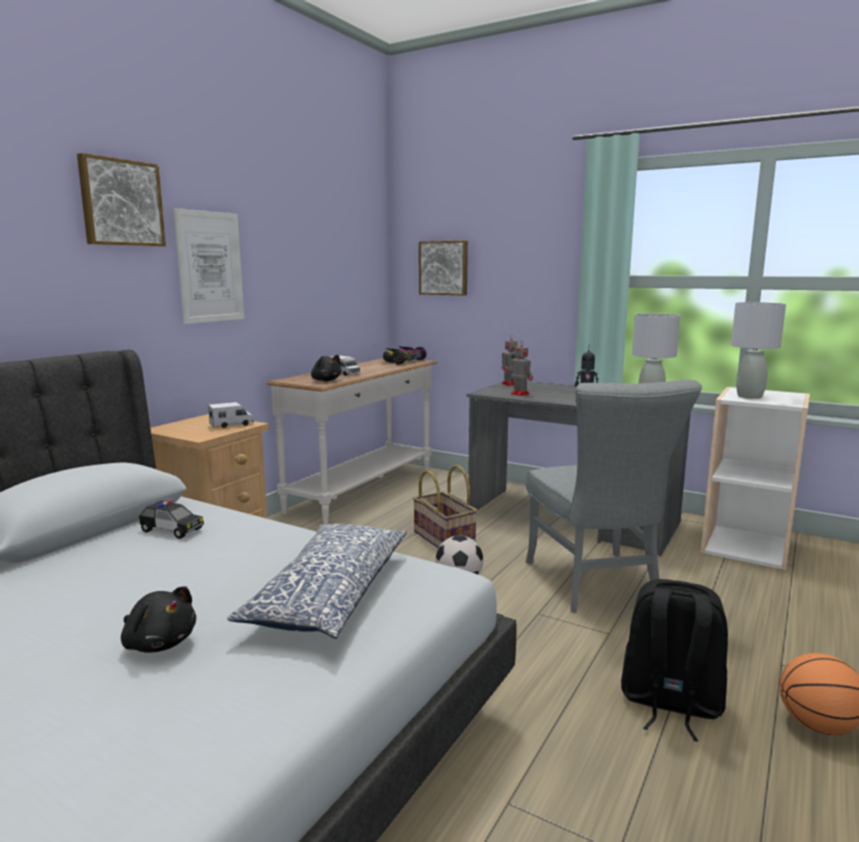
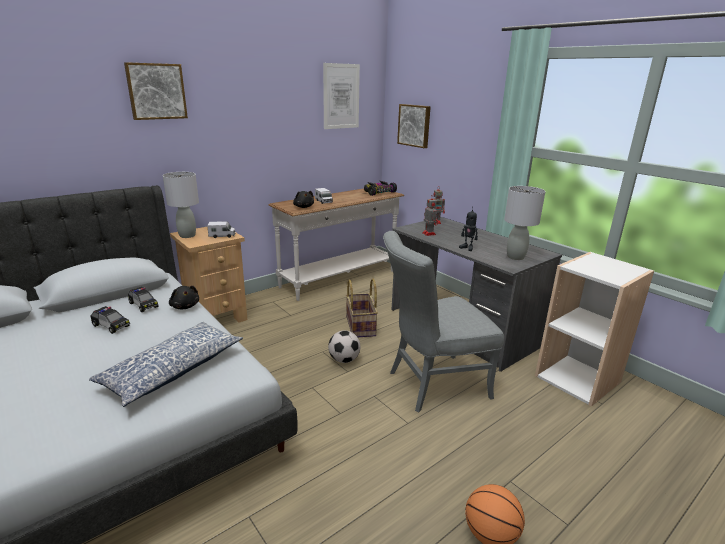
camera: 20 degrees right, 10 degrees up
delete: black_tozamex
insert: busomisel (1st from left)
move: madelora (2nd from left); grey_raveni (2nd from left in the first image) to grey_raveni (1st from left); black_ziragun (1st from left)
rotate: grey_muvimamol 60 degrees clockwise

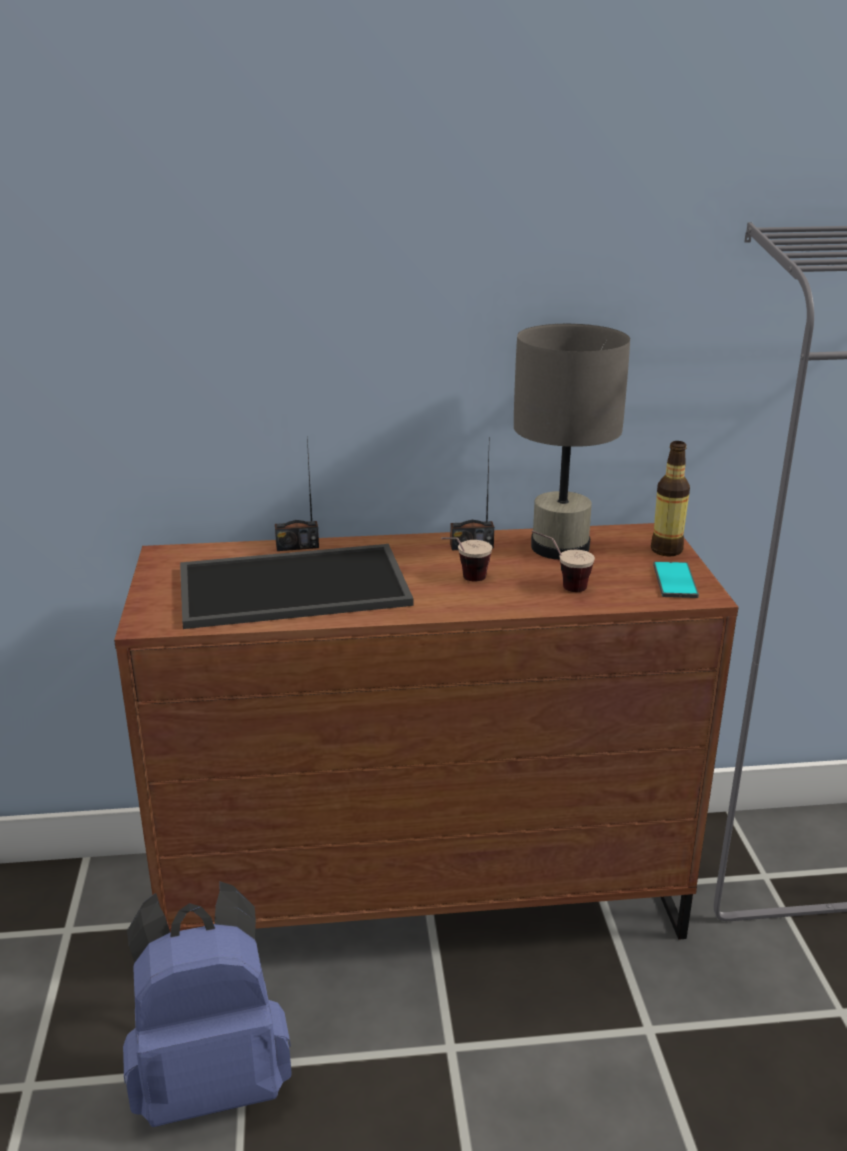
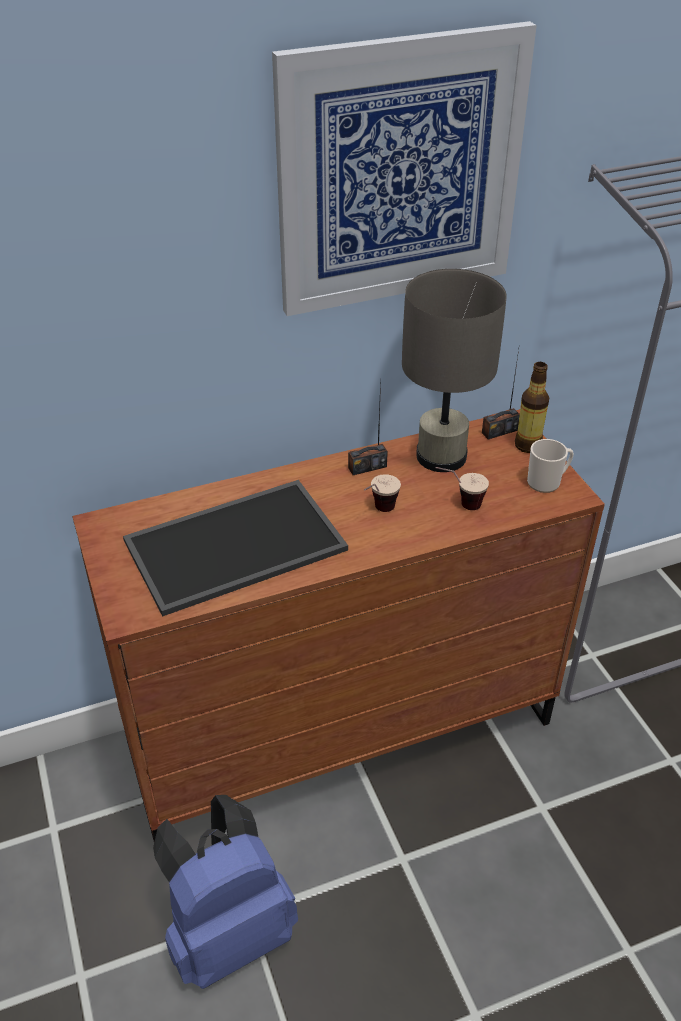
camera: 15 degrees left, 15 degrees up
insert: madelora
move: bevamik (1st from left in the first image) to bevamik (2nd from left)
replace: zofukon to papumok

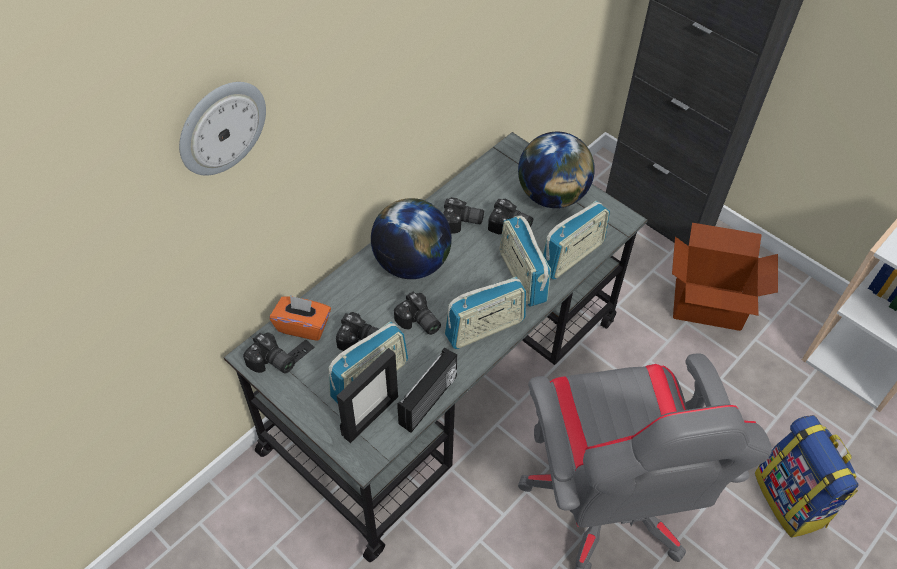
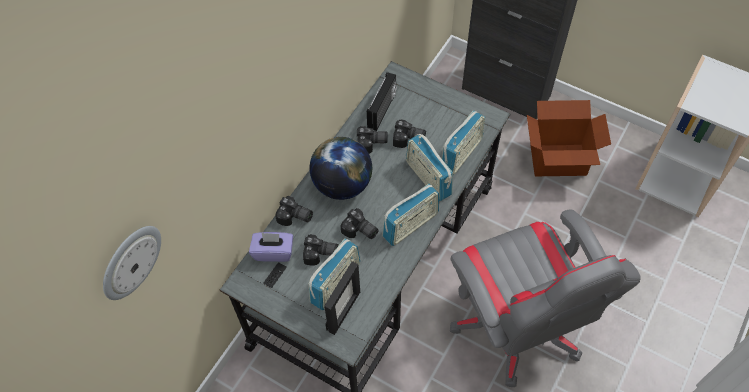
camera: 10 degrees left, 5 degrees up
delete: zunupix (2nd from left); tozamex
move: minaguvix; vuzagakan (1st from left); bevamik (2nd from left)
recolor: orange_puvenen to purple_puvenen

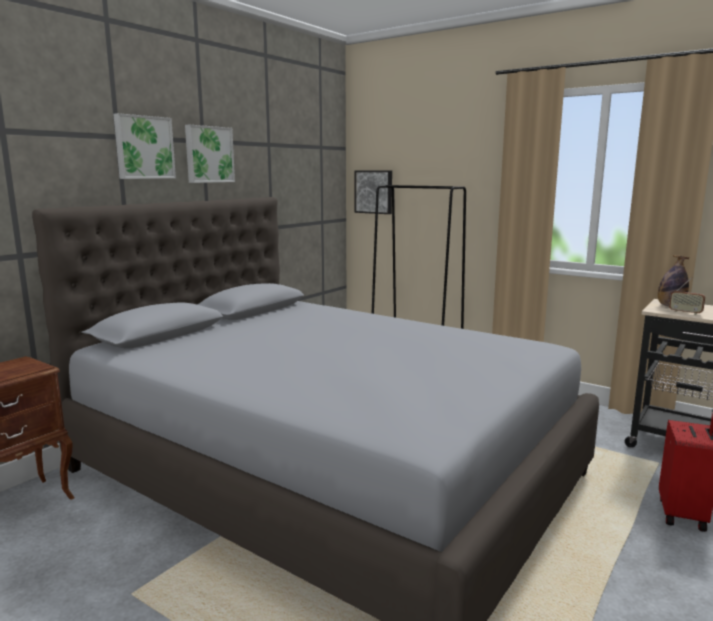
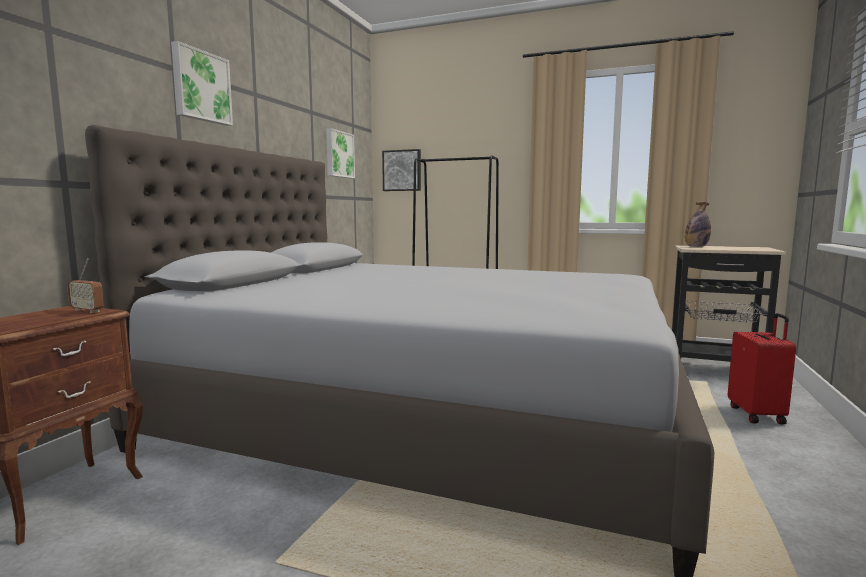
camera: 15 degrees left, 5 degrees down
move: madelora (2nd from left); bevamik

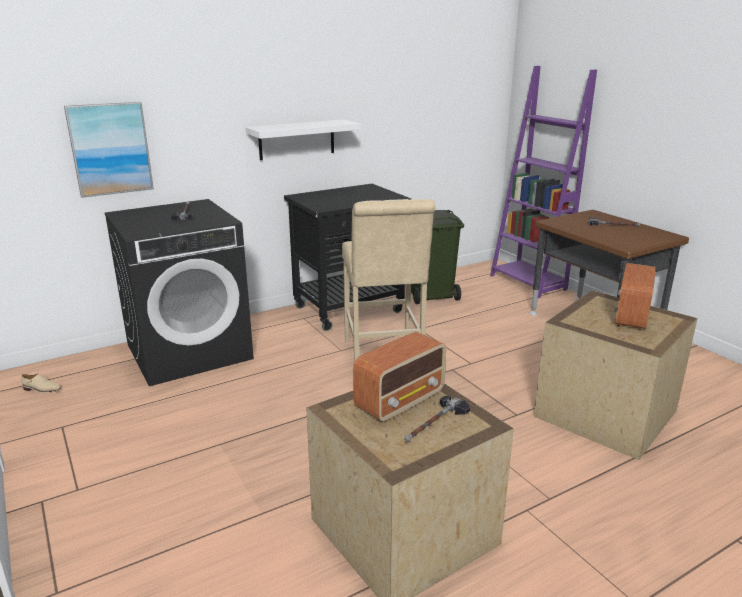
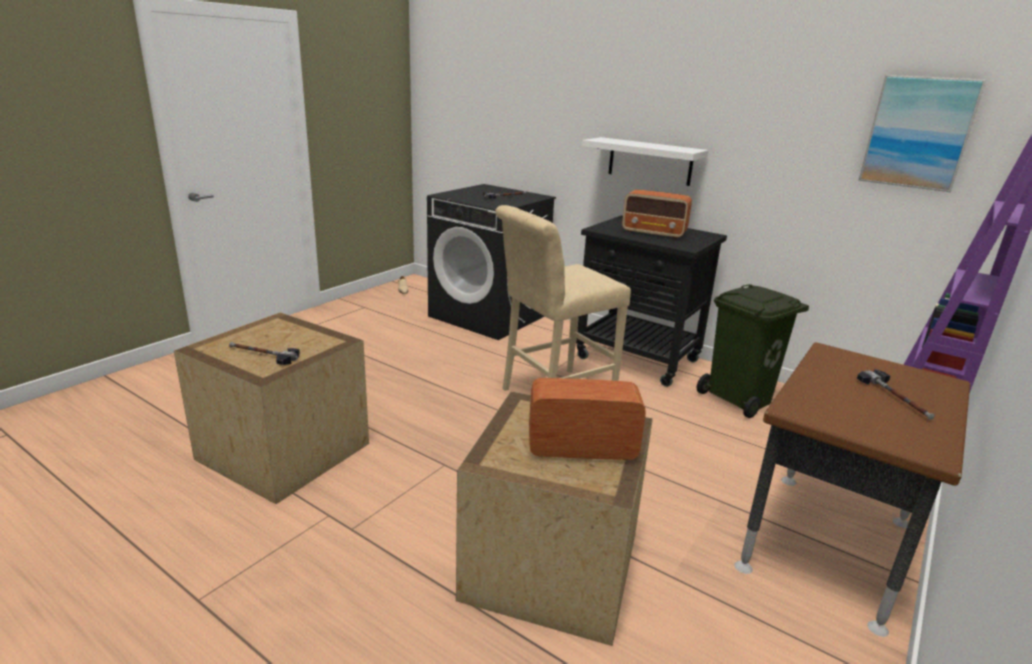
camera: 65 degrees right, 0 degrees up
move: madelora; bevamik (1st from left in the first image) to bevamik (2nd from left)

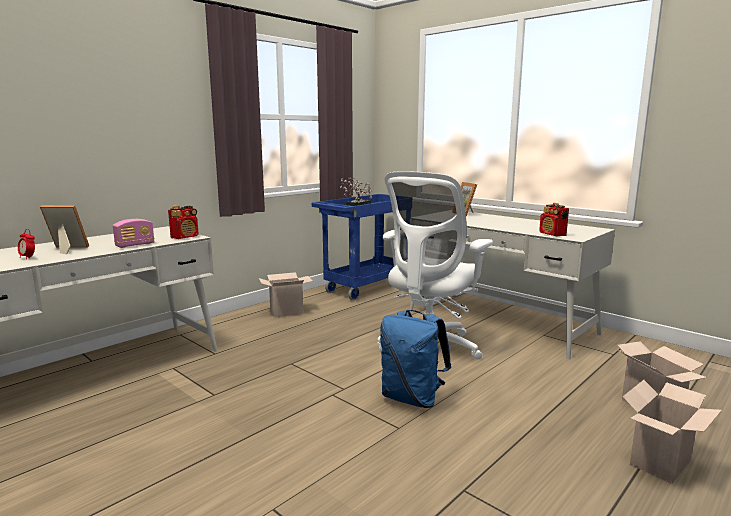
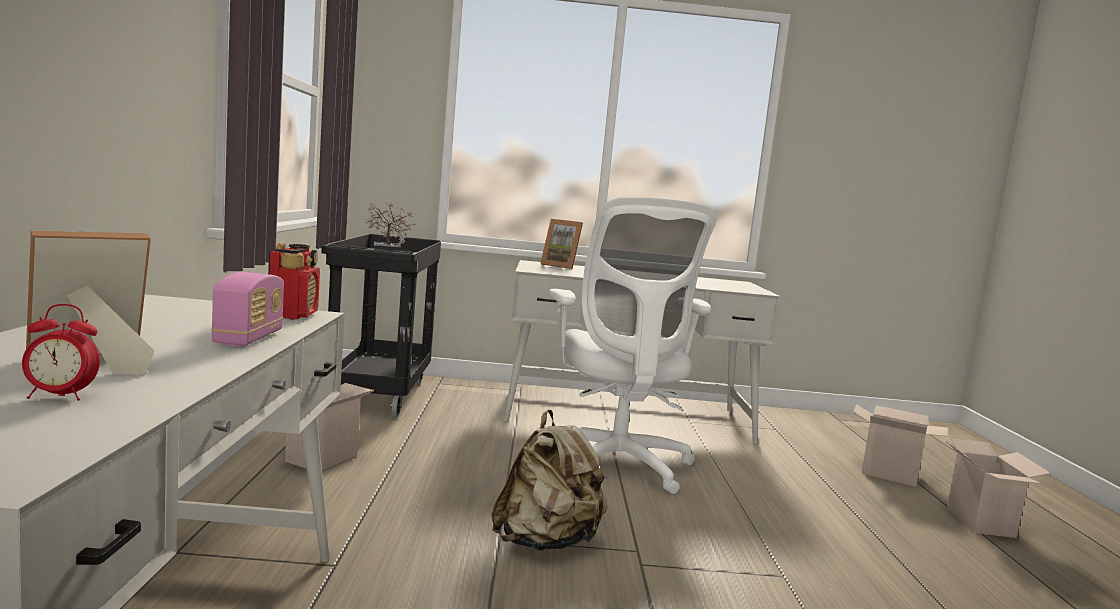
camera: 45 degrees left, 5 degrees down
delete: bevamik (3rd from left); blue_tozamex
insert: beige_tozamex
recolor: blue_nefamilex to black_nefamilex

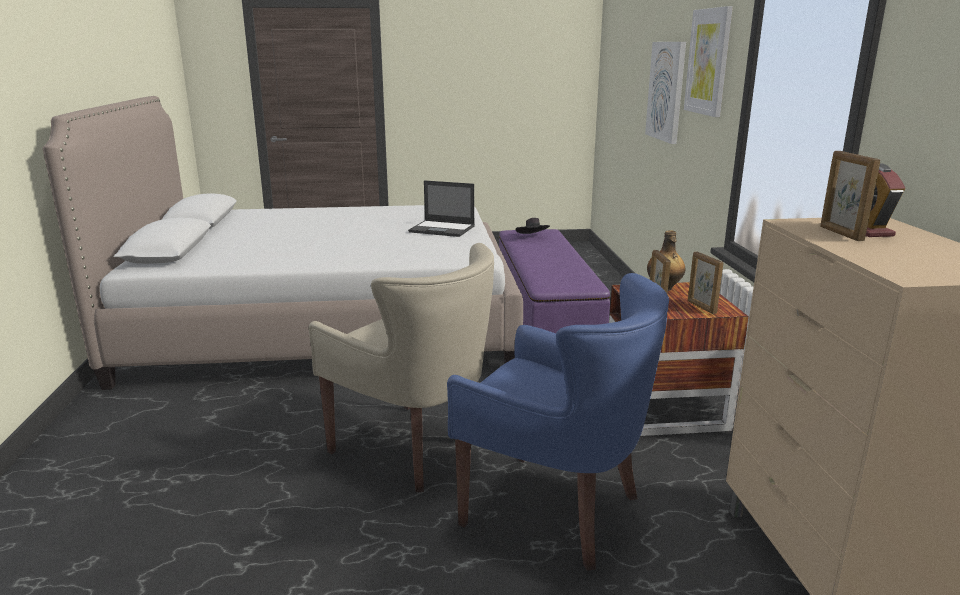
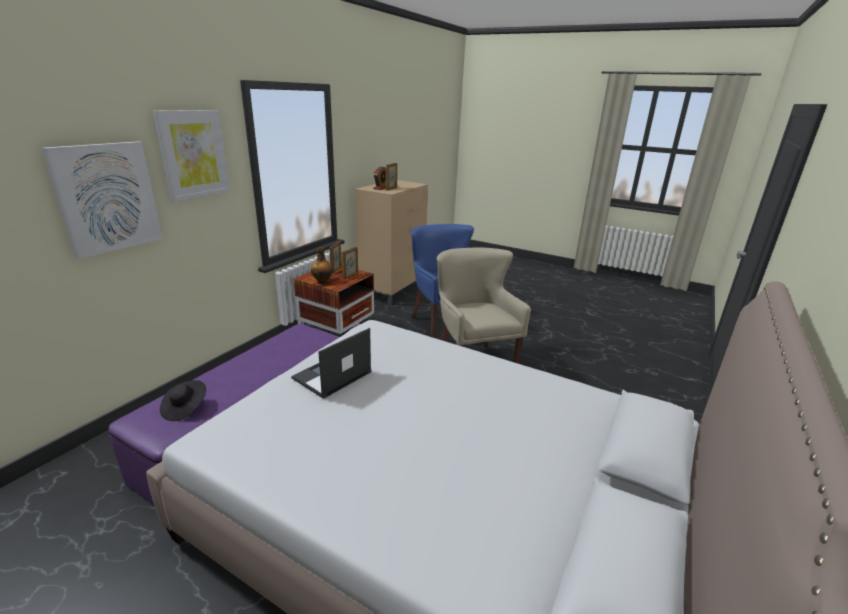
camera: 145 degrees left, 5 degrees up
rotate: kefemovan 105 degrees counterclockwise

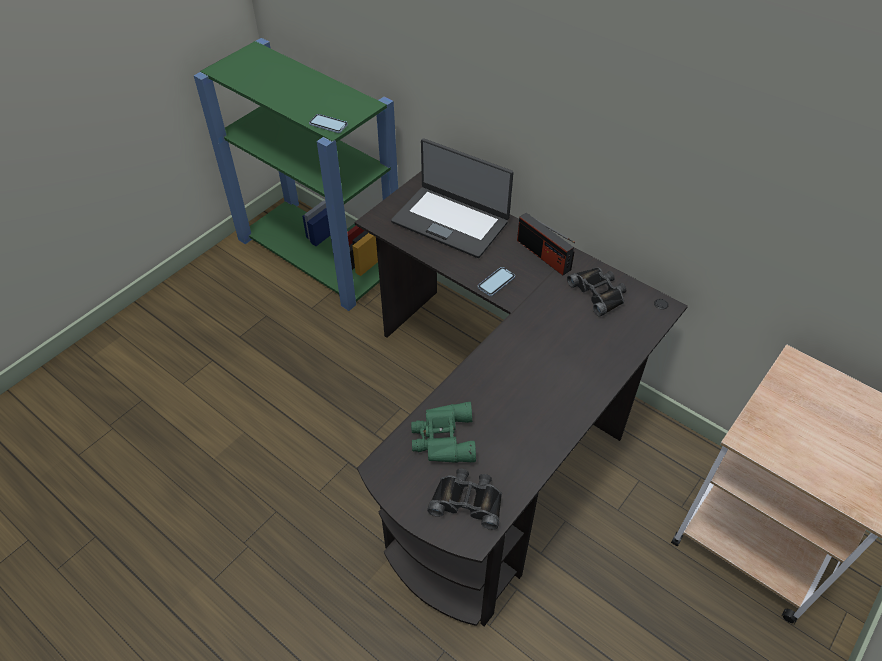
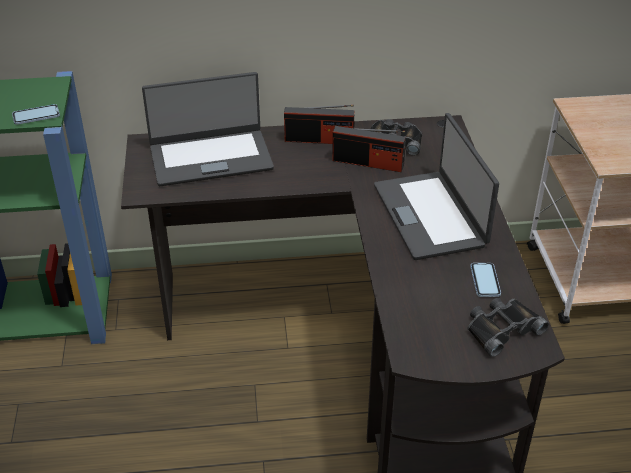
camera: 45 degrees left, 10 degrees down
delete: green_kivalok
insert: kefemovan (2nd from left); bevamik (2nd from left)
move: zofukon (2nd from left)

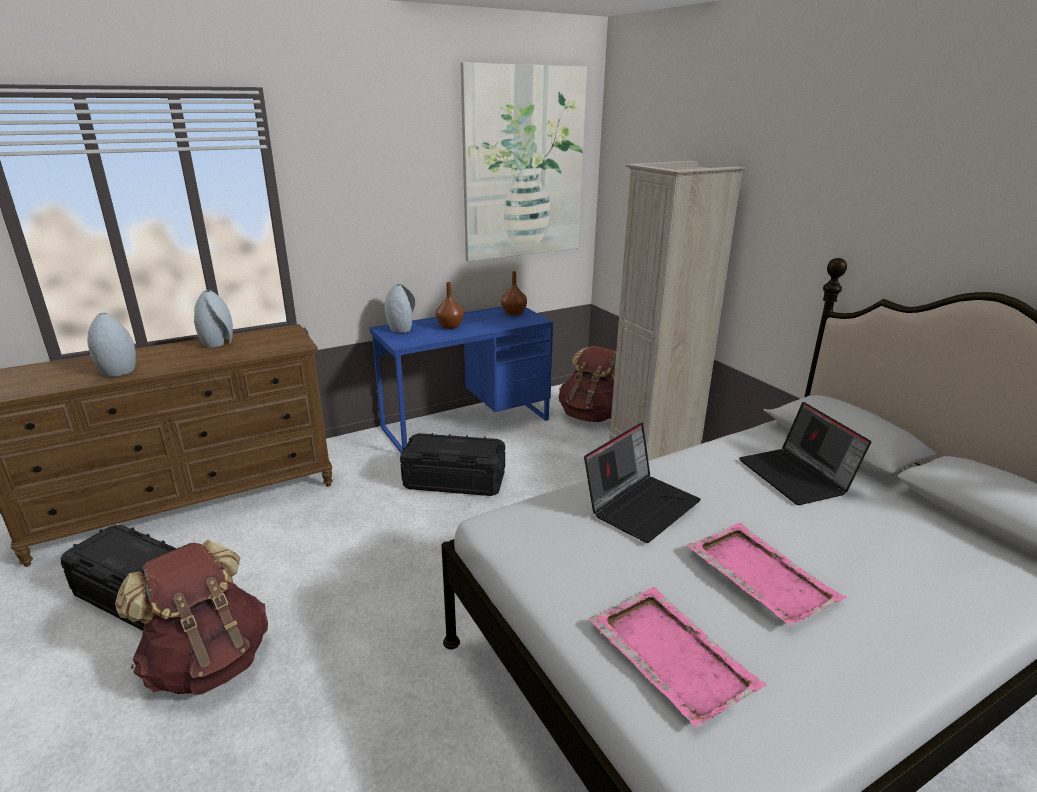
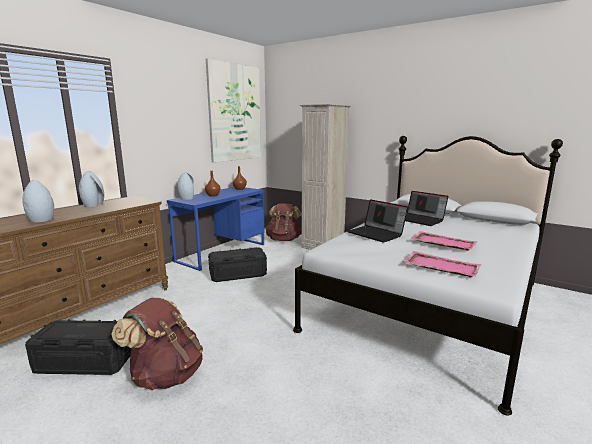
camera: 25 degrees left, 10 degrees down
rotate: kefemovan (1st from left) 120 degrees clockwise

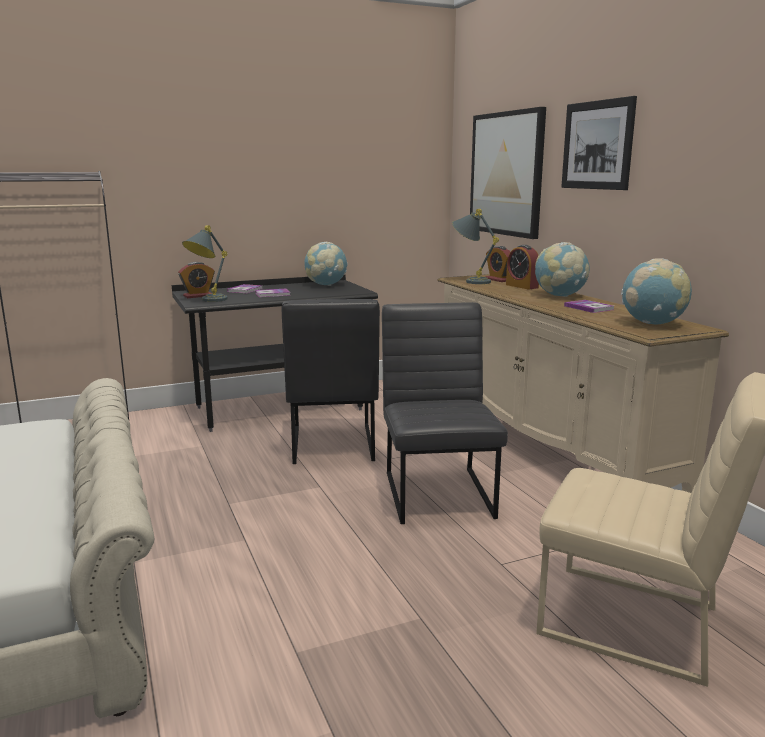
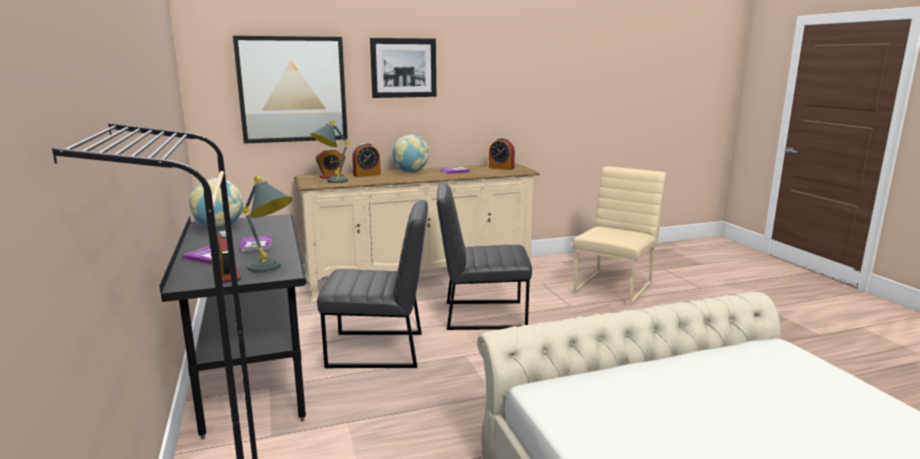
camera: 85 degrees left, 0 degrees up
replace: zunupix (3rd from left) to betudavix (4th from left)

